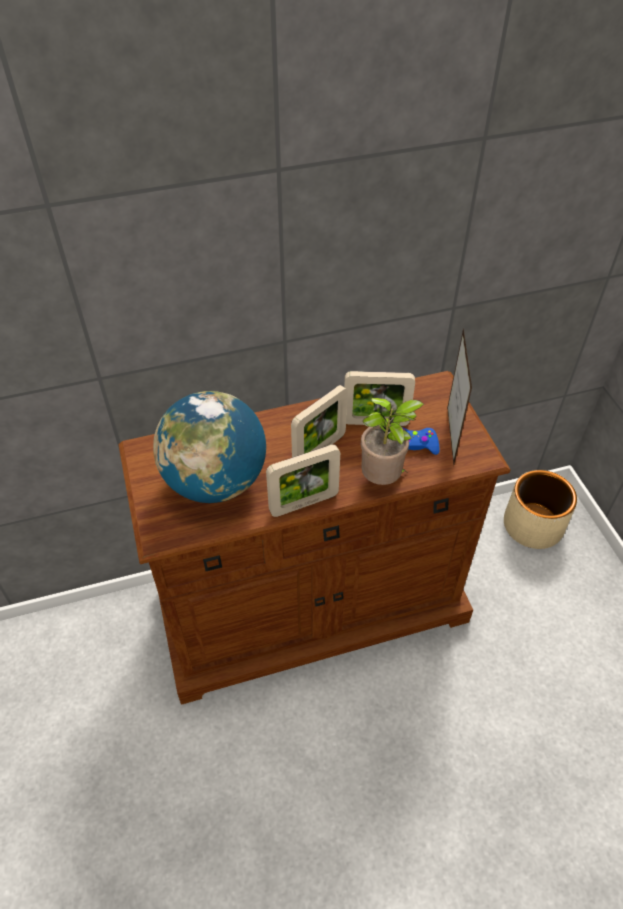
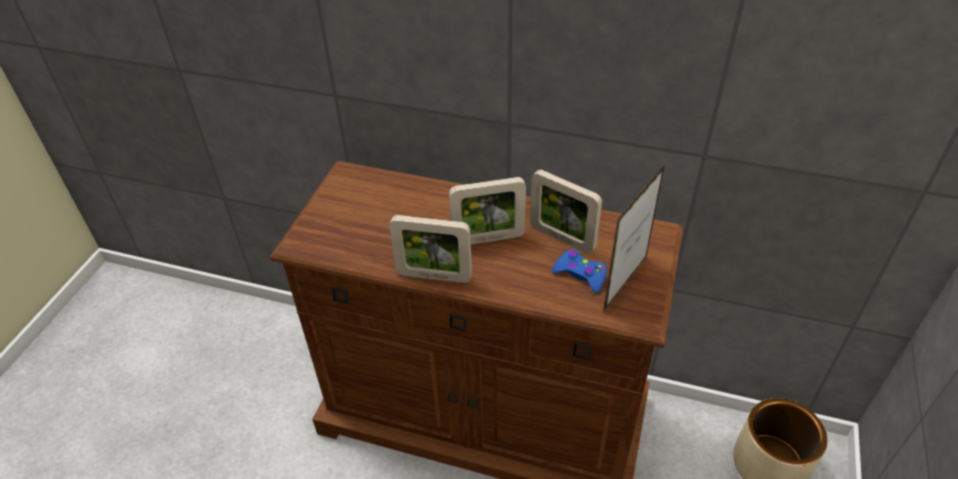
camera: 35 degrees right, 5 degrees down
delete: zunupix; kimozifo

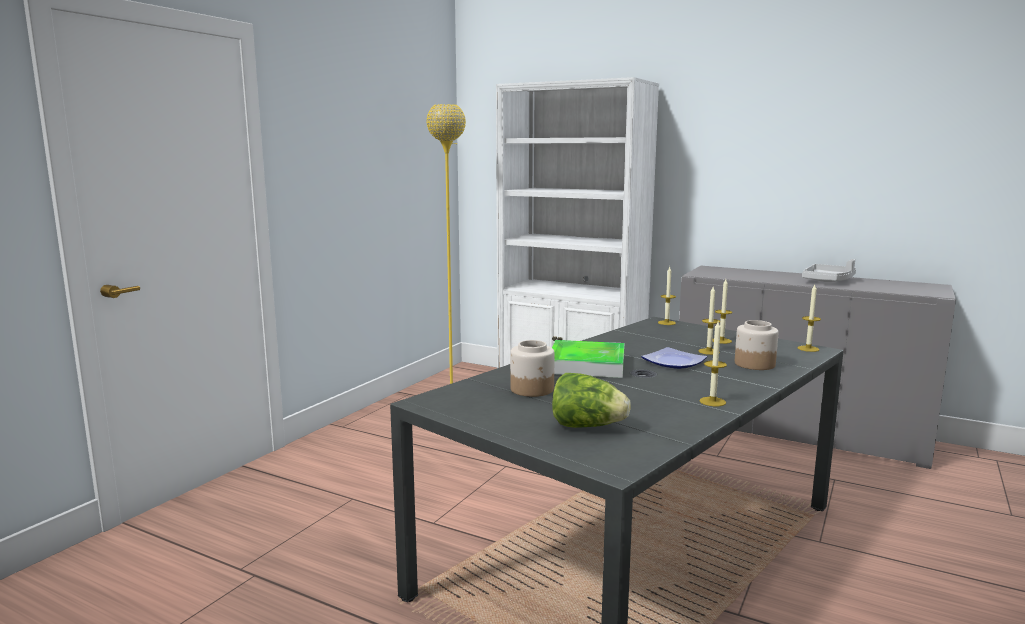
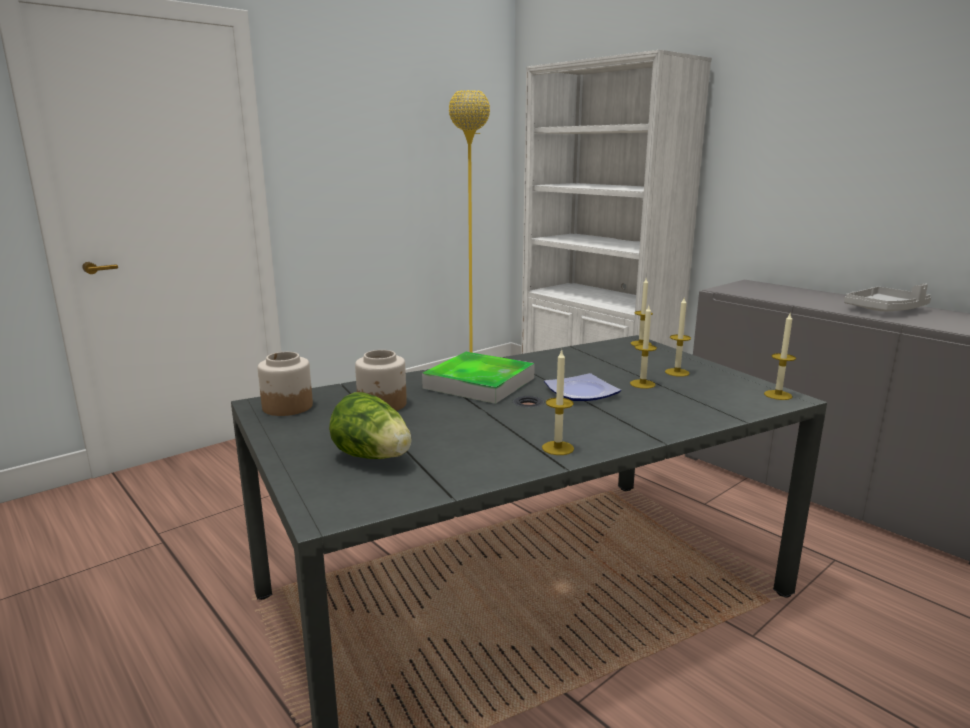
camera: 20 degrees right, 5 degrees up
move: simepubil (2nd from left in the first image) to simepubil (1st from left)

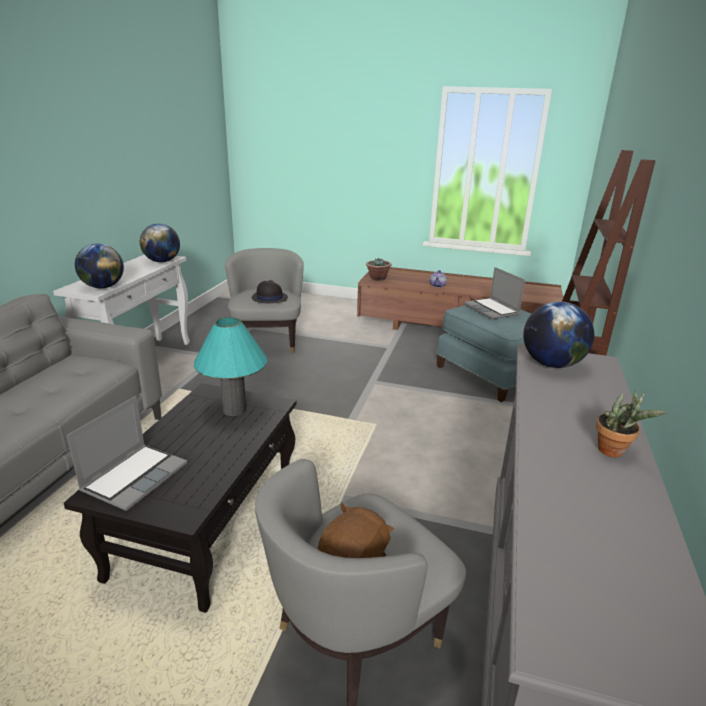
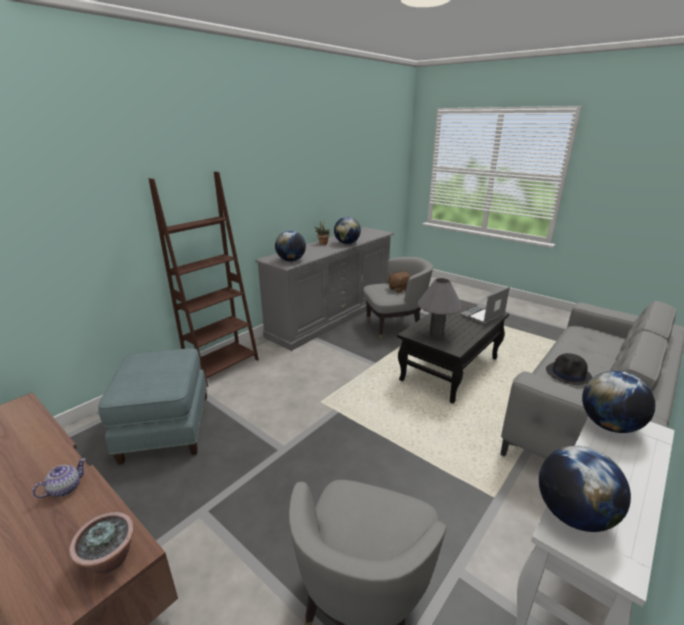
camera: 155 degrees left, 0 degrees up
delete: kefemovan (2nd from left)
insert: zunupix (2nd from left)
move: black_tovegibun
recolor: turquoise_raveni to grey_raveni

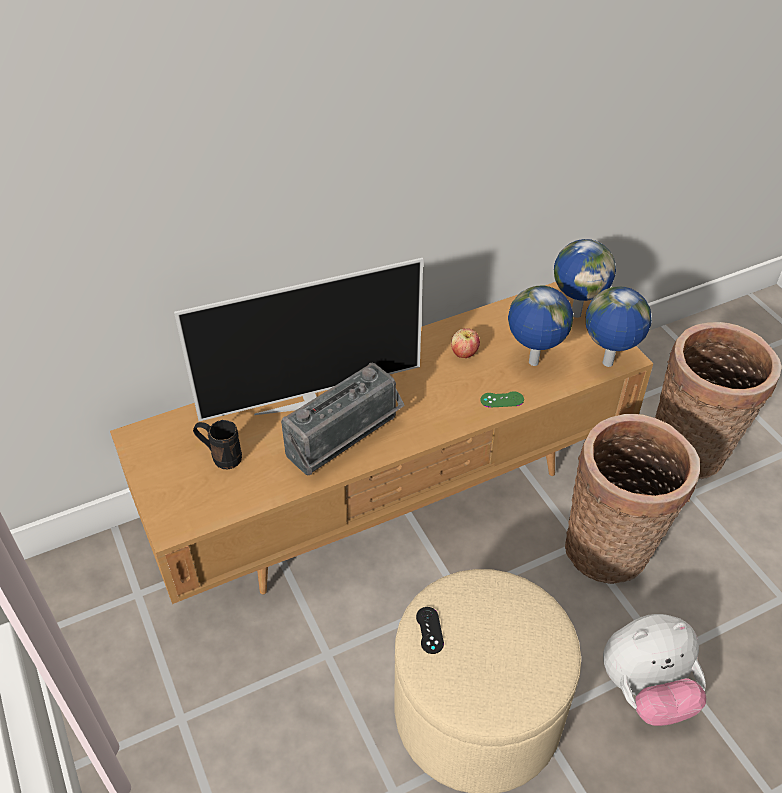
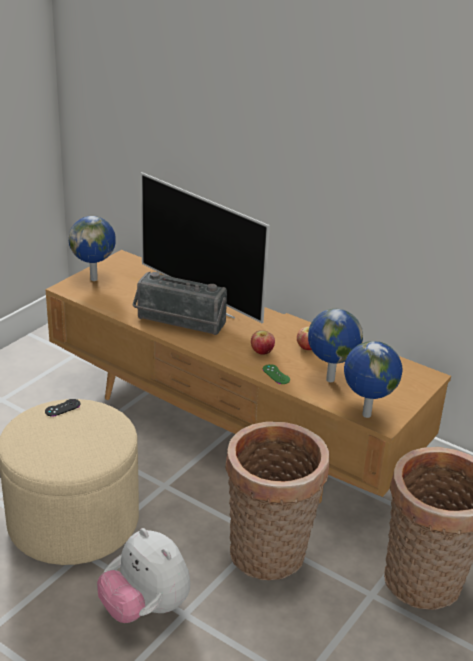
camera: 60 degrees right, 15 degrees down
delete: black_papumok
insert: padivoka (1st from left)
move: zunupix (2nd from left in the first image) to zunupix (1st from left)

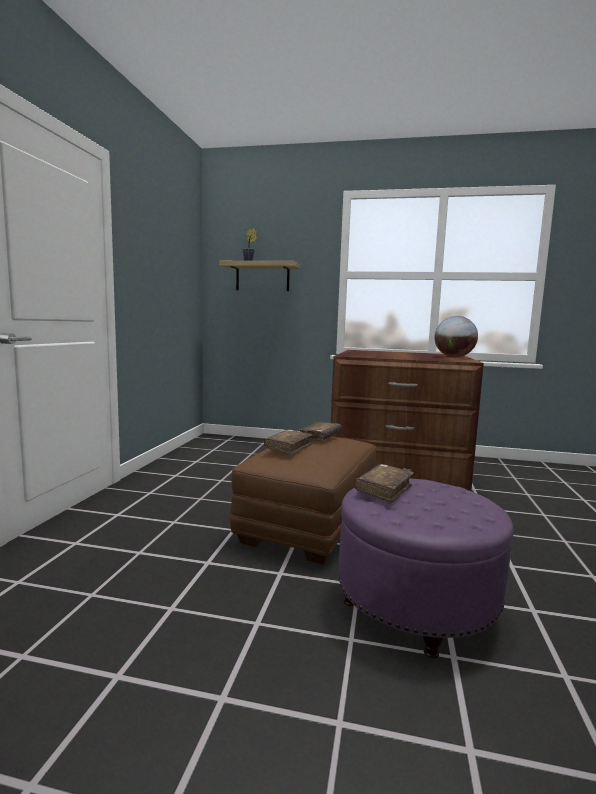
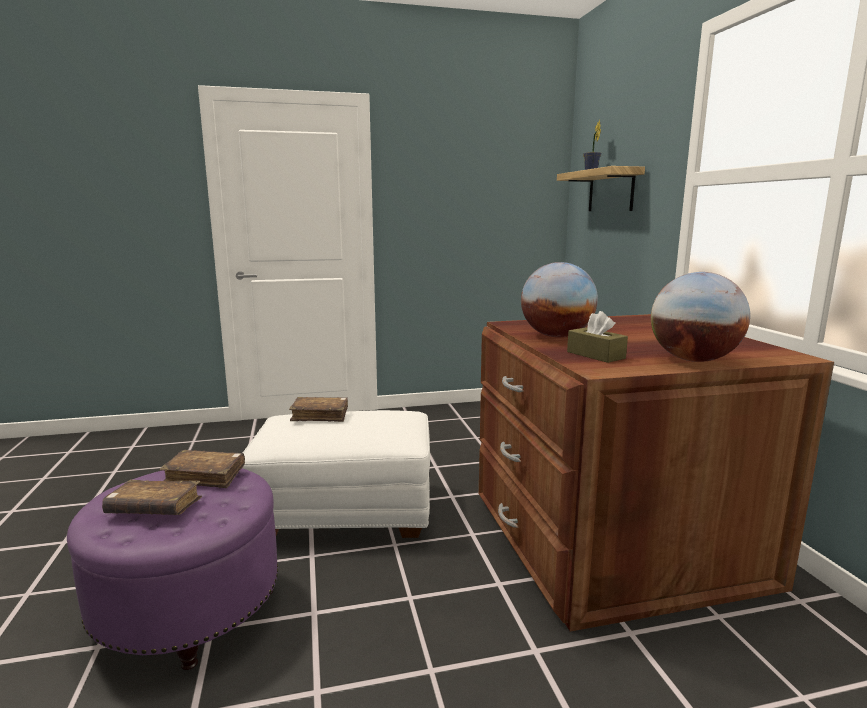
camera: 65 degrees right, 5 degrees up
insert: zunupix (1st from left); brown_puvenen
move: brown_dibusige (2nd from left in the first image) to brown_dibusige (1st from left)
recolor: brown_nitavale to white_nitavale

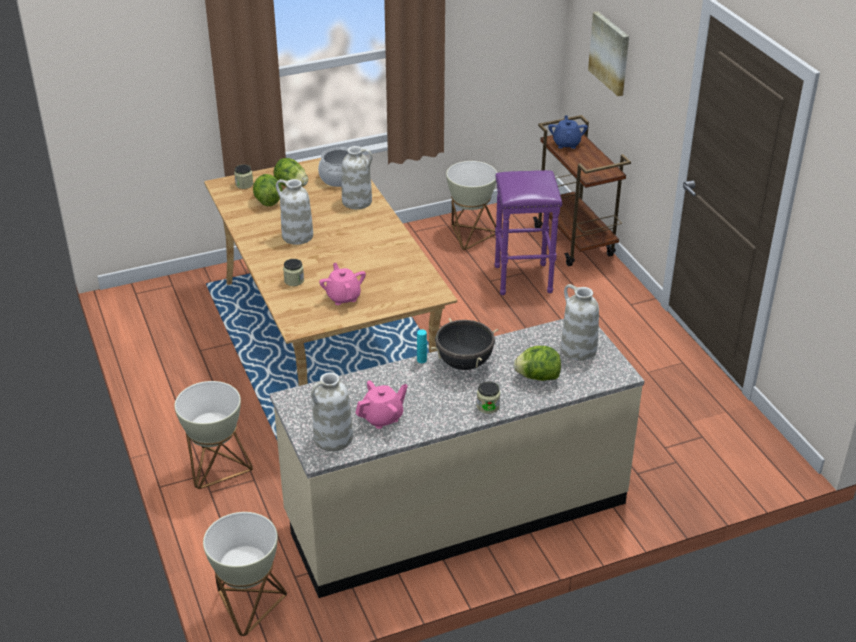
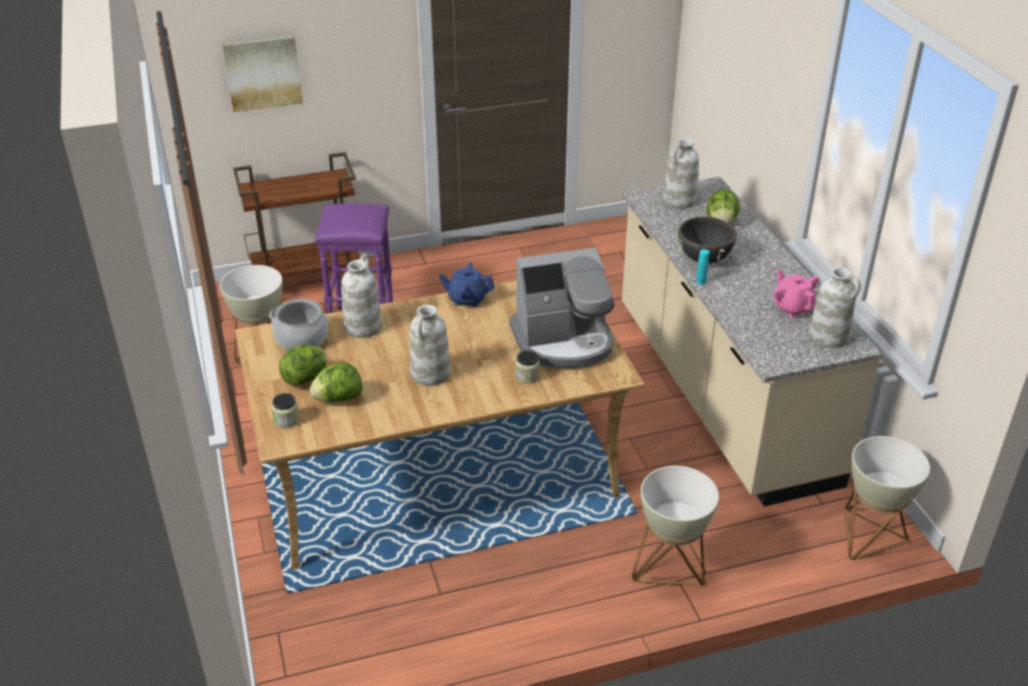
camera: 85 degrees left, 0 degrees up
delete: simepubil (3rd from left)
move: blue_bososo
replace: pink_bososo (1st from left) to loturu

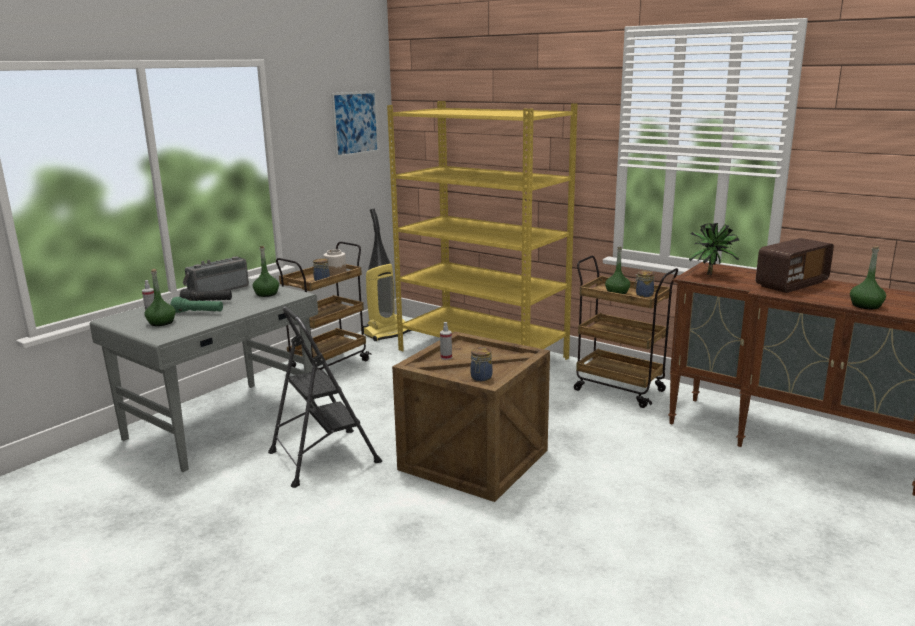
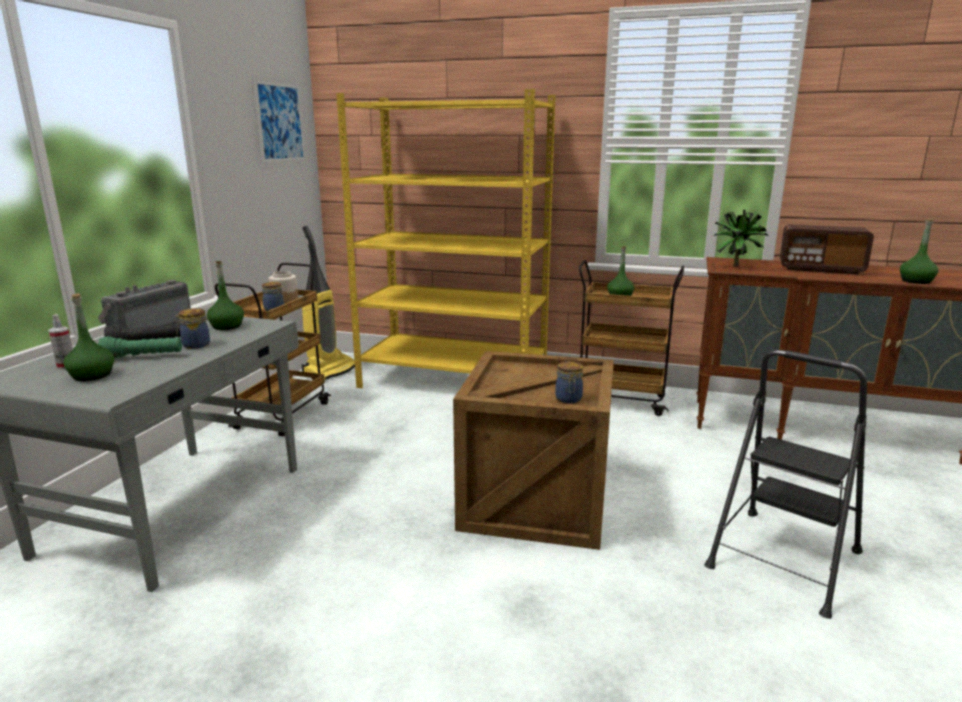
camera: 20 degrees left, 0 degrees up
delete: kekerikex (2nd from left)
move: simepubil (4th from left in the first image) to simepubil (1st from left); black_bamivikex
rotate: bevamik (2nd from left) 75 degrees clockwise

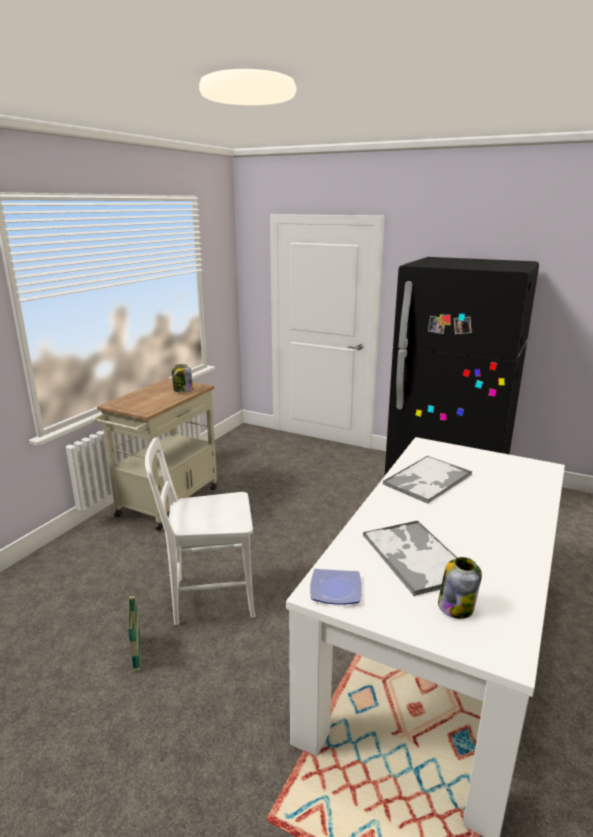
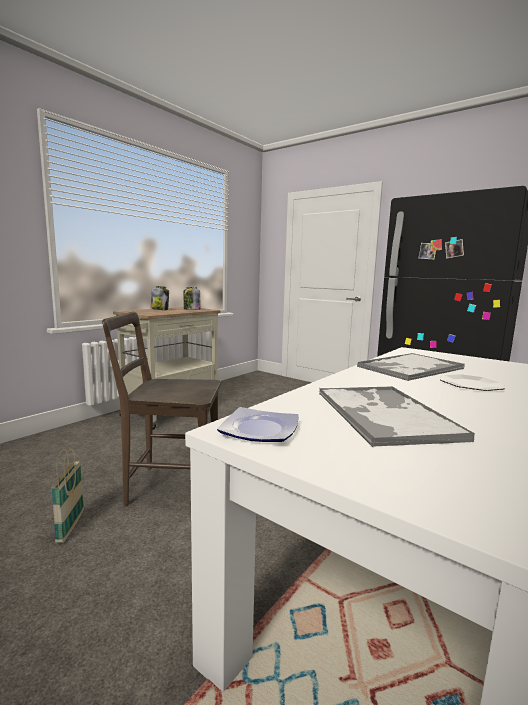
camera: 10 degrees right, 10 degrees down
insert: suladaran (2nd from left)
move: simepubil (2nd from left in the first image) to simepubil (1st from left)
recolor: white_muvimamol to brown_muvimamol

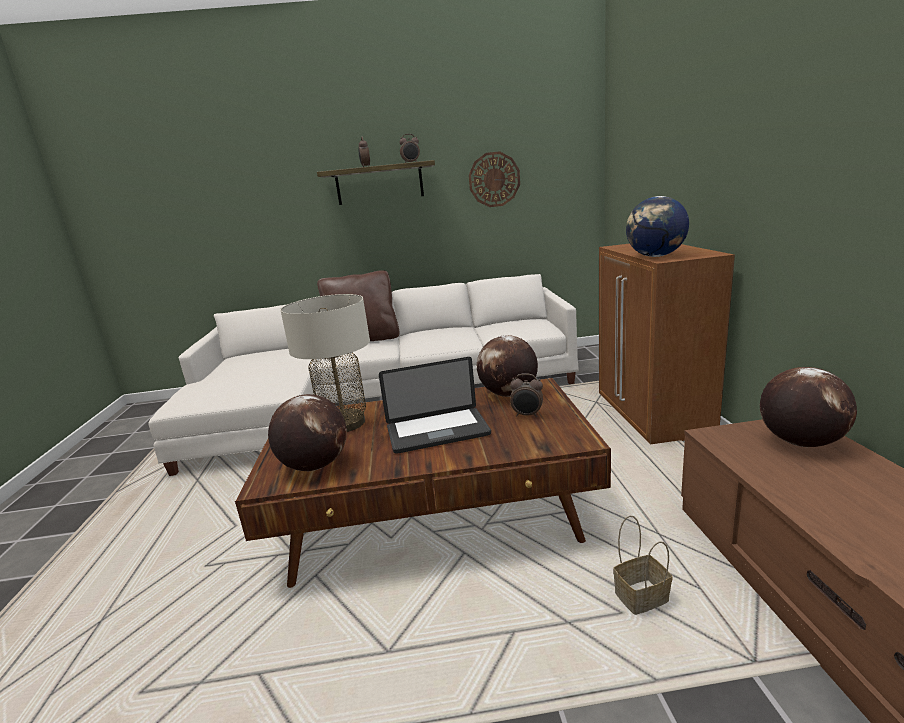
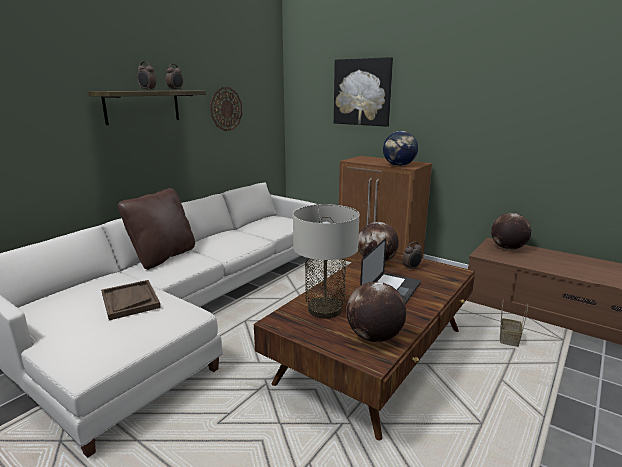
camera: 50 degrees left, 0 degrees up
insert: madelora; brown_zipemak

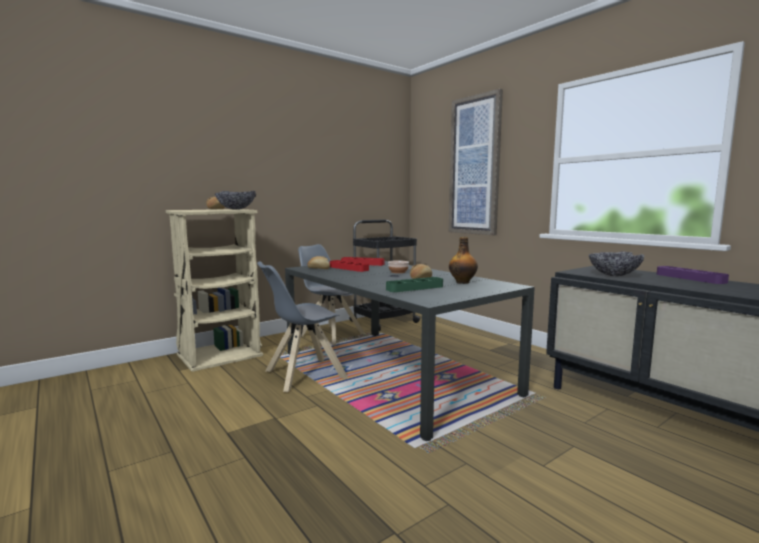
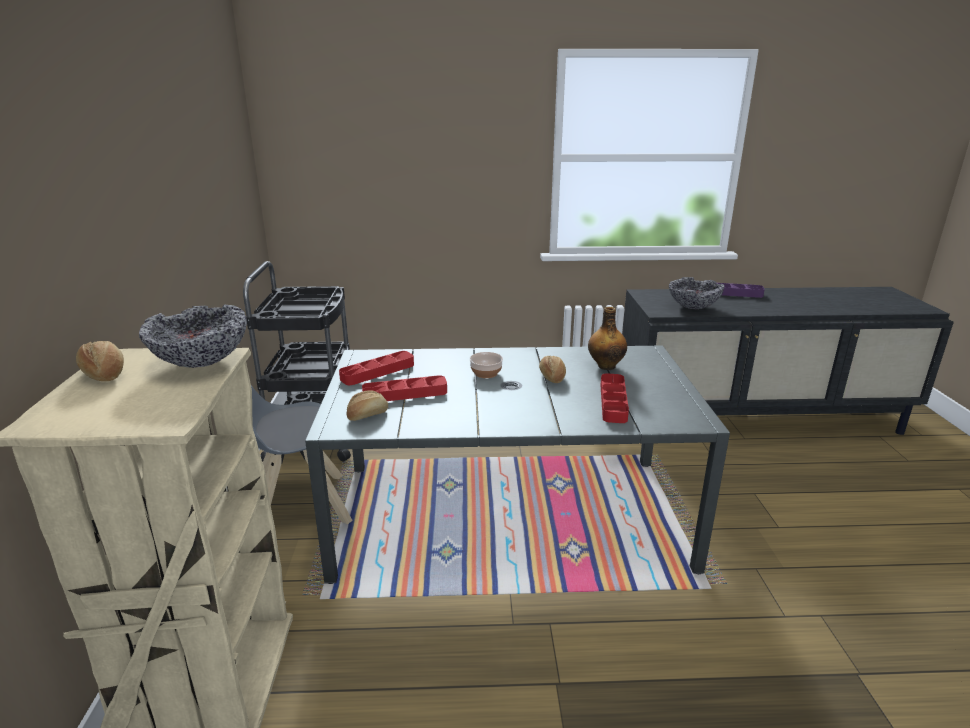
camera: 55 degrees left, 15 degrees up
delete: madelora; grey_muvimamol (1st from left)
recolor: green_zipemak to red_zipemak (3rd from left)

